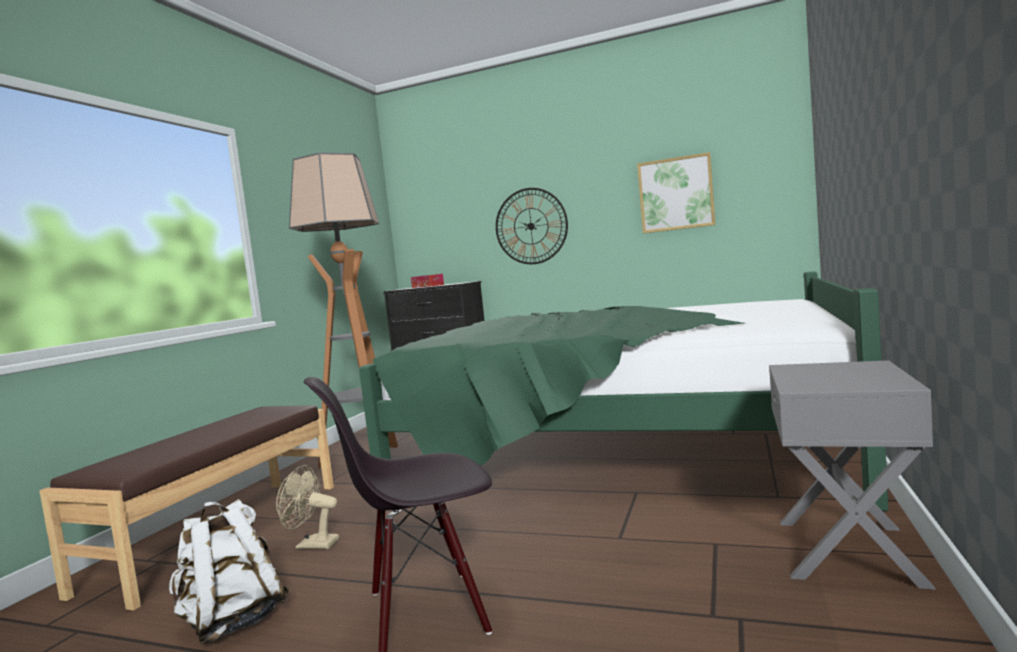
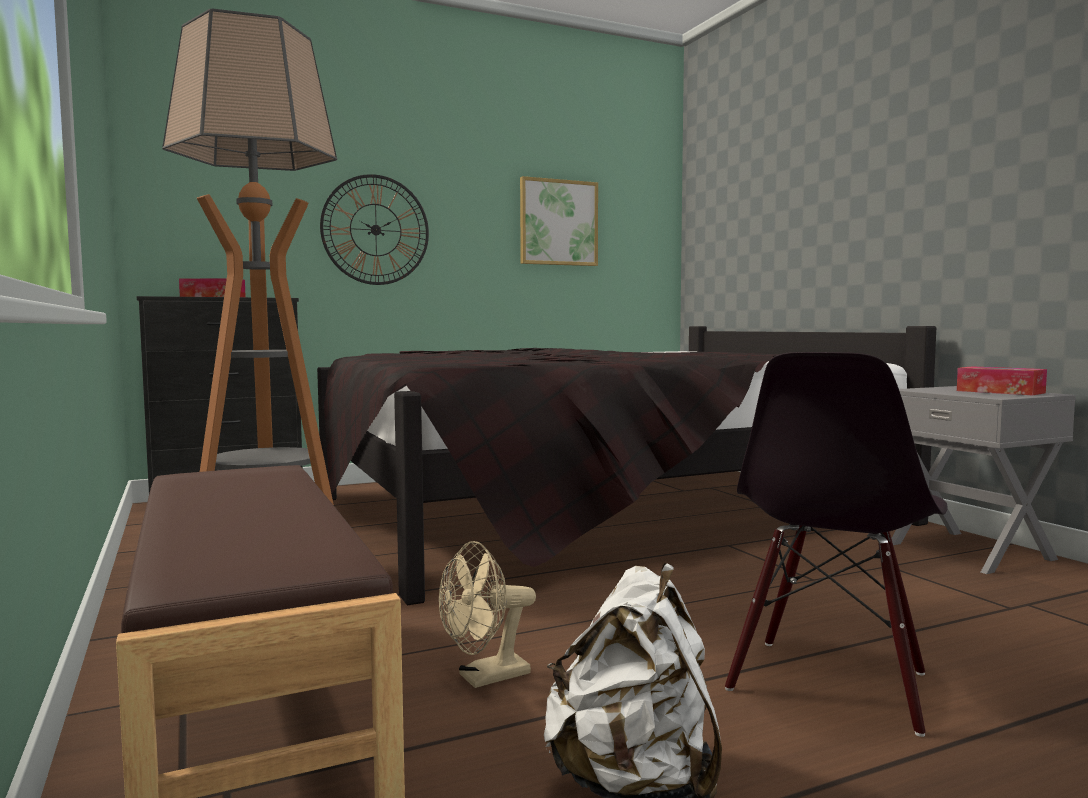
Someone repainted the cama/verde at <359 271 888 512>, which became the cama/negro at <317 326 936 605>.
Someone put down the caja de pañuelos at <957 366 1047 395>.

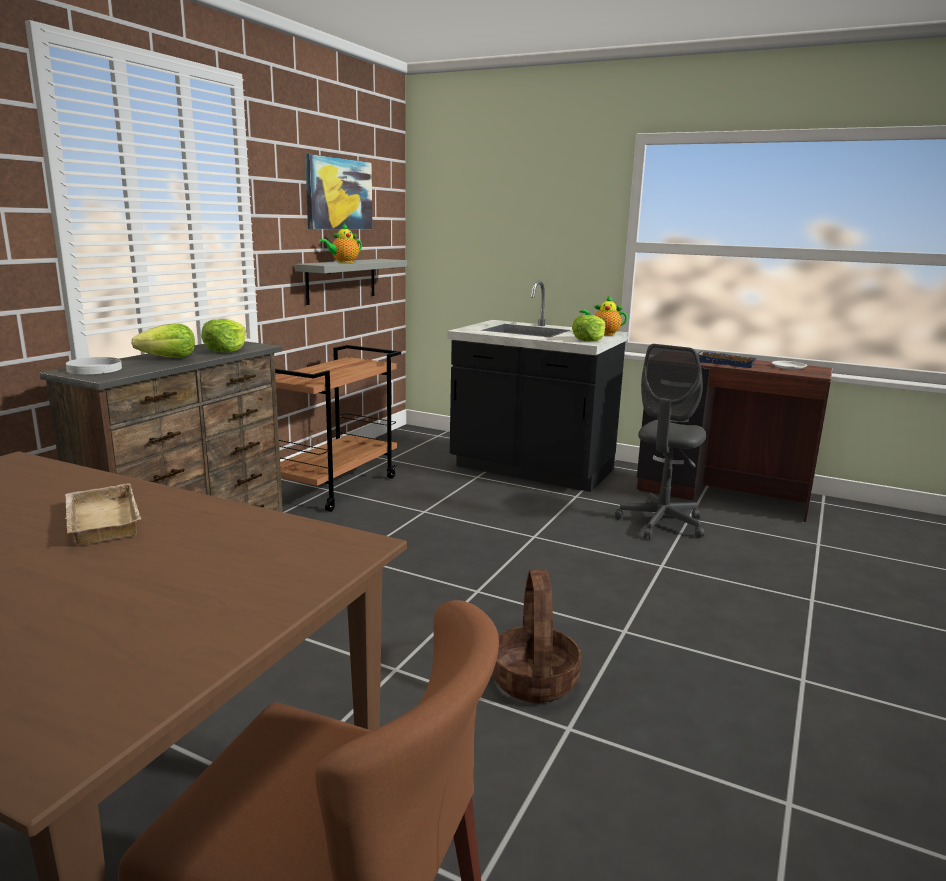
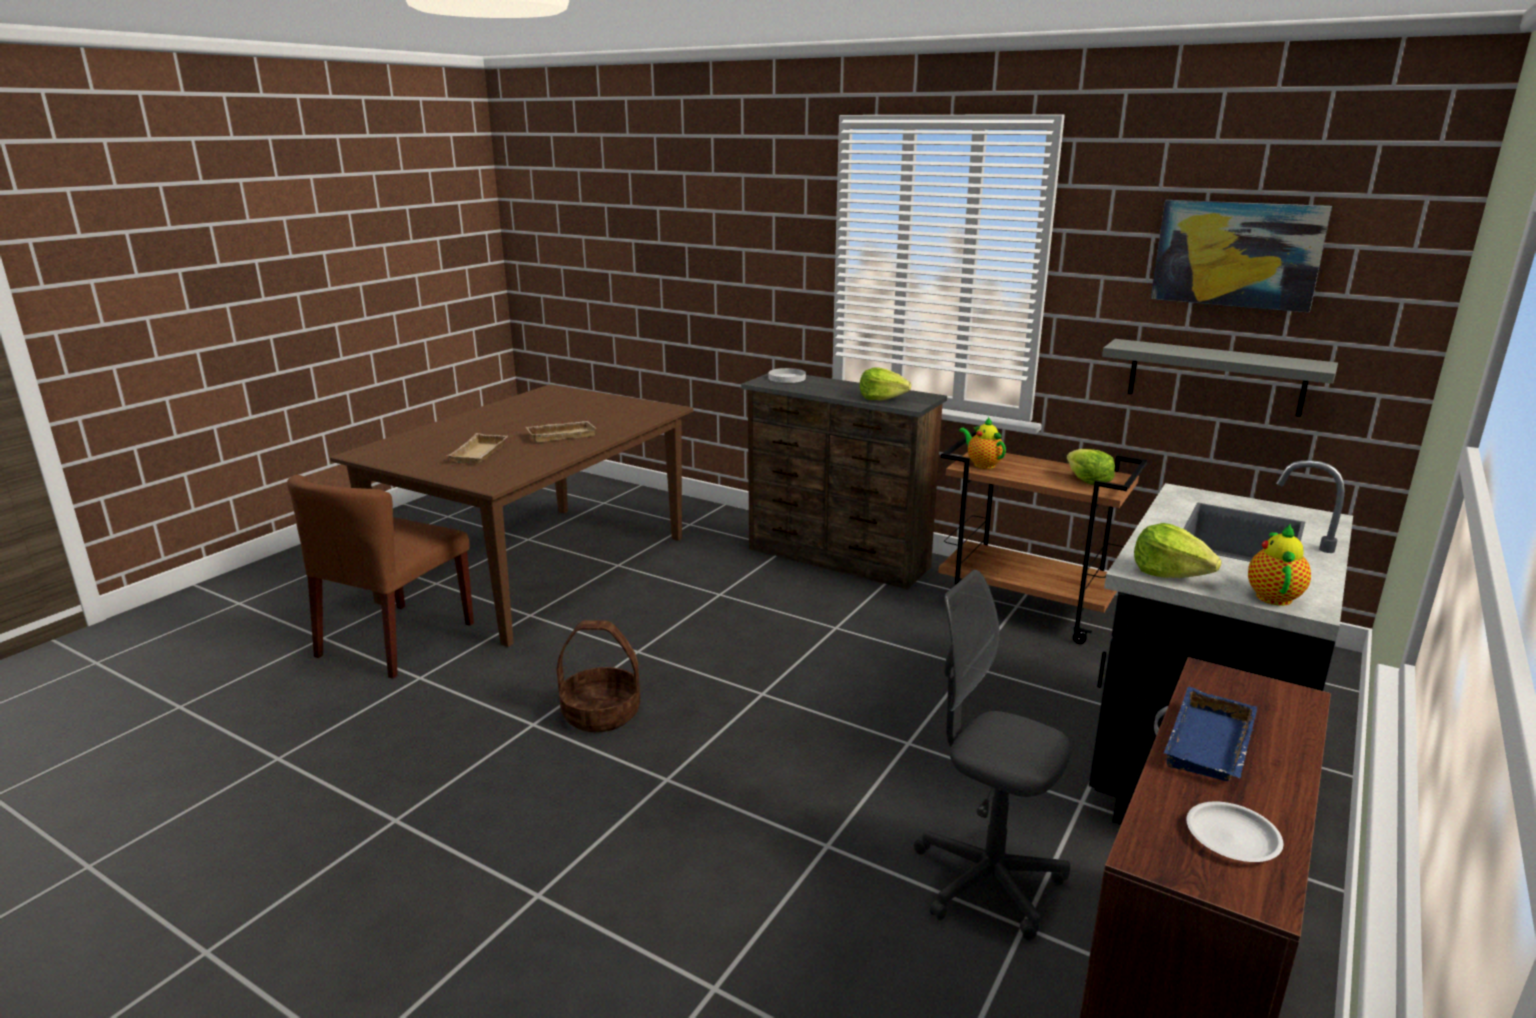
Someone carried the tetera from <319 223 362 263> to <959 417 1006 469>.
Someone carried the lechuga from <131 324 195 358> to <1067 449 1115 485>.
Someone put down the bandeja/beis at <446 433 508 464>.

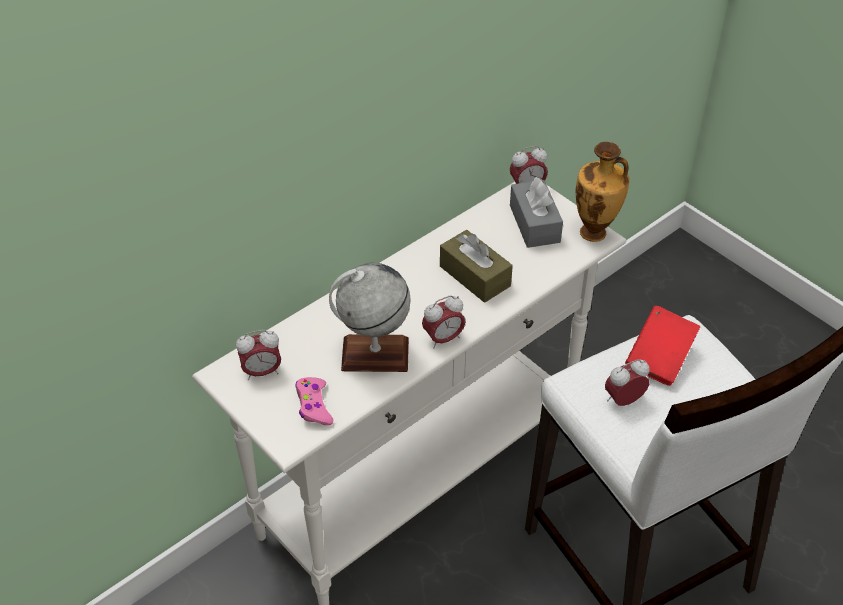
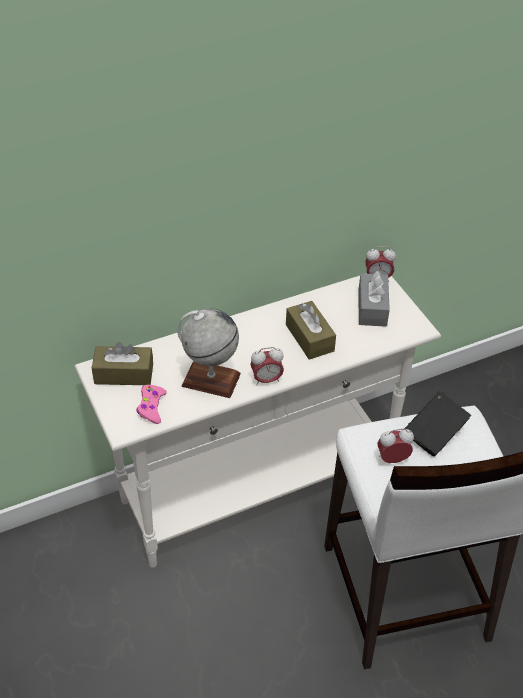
Someone took away the florero at <576 142 629 242>.
Someone repainted the libro/rojo at <625 306 700 386>, which became the libro/negro at <404 391 471 457>.
Someone swapped the despertador at <236 330 281 380> for the caja de pañuelos/marrón at <92 342 153 385>.

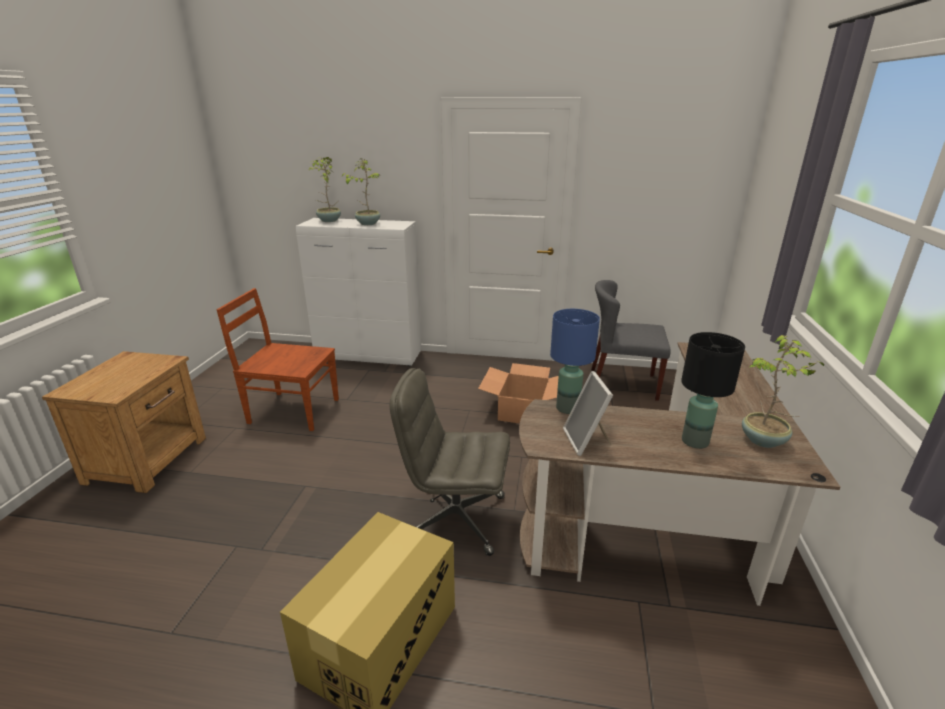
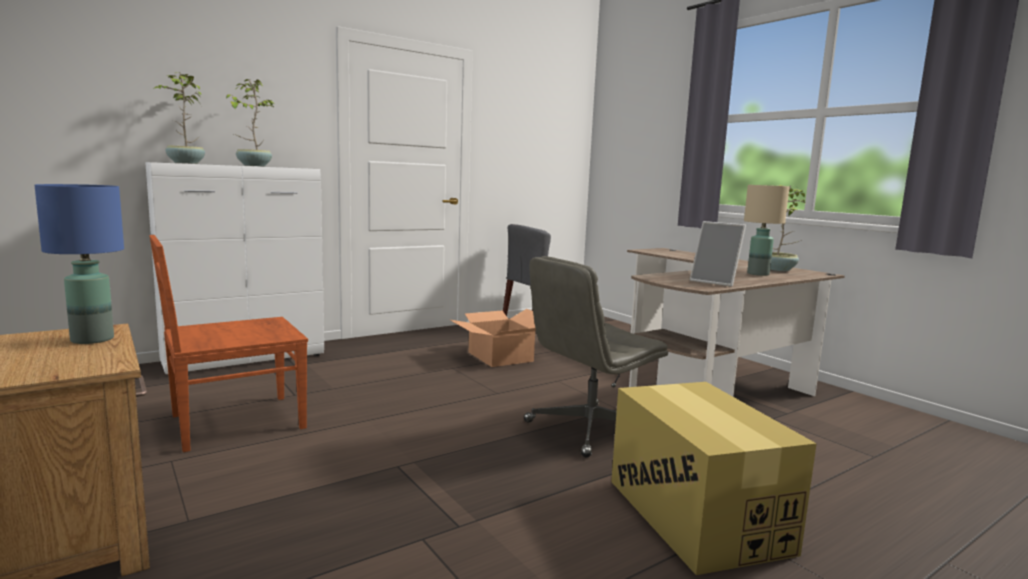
Someone carried the lámpara de mesa/azul from <550 309 600 414> to <35 184 124 344>.
Someone repainted the lámpara de mesa/negro at <681 332 745 449>, which became the lámpara de mesa/beis at <744 185 790 276>.

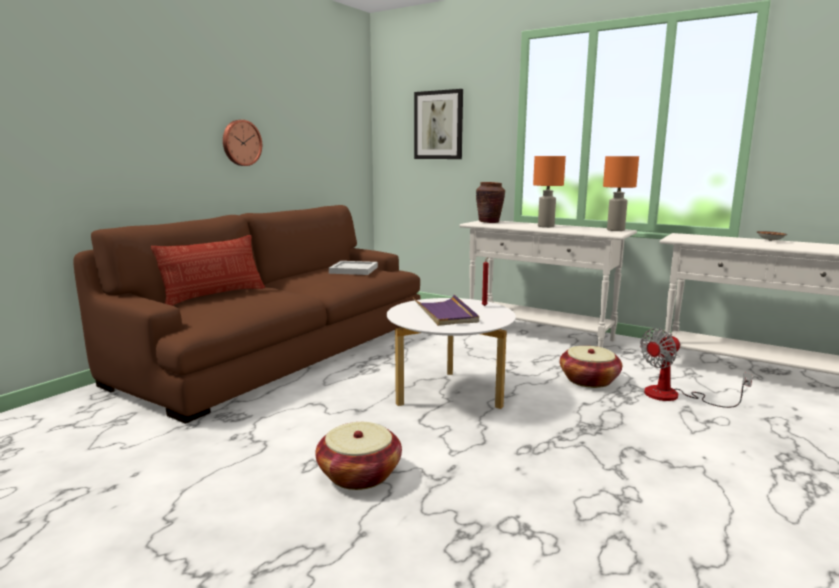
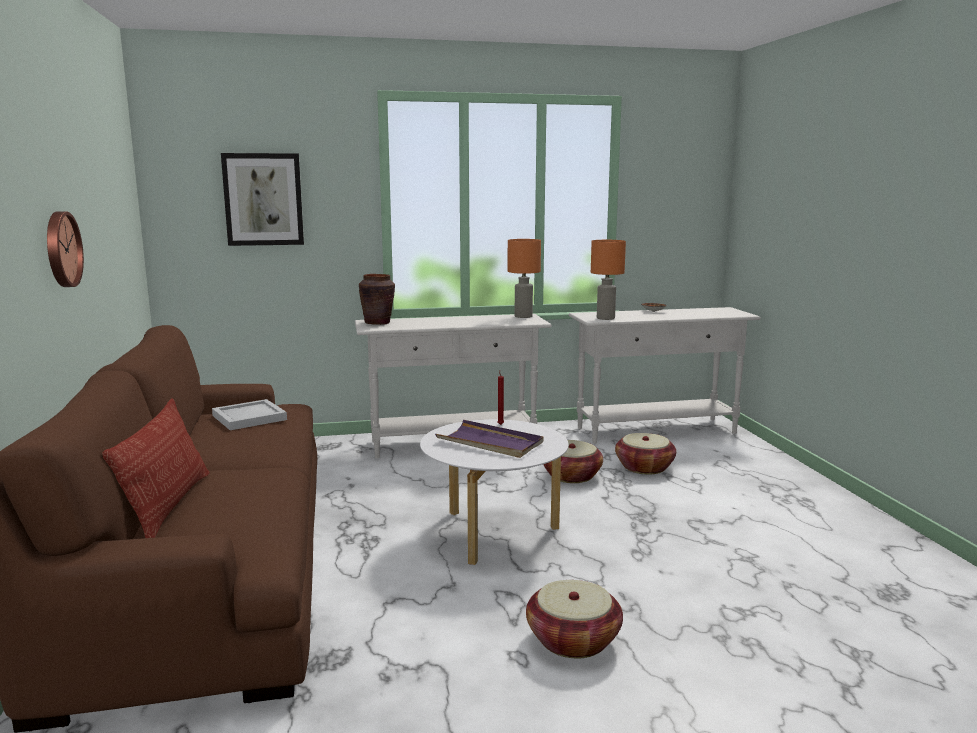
Someone carried the lámpara de mesa/naranja from <533 156 566 228> to <591 240 626 320>.
Someone swapped the ventilador at <640 328 753 408> for the cesta at <615 433 676 475>.

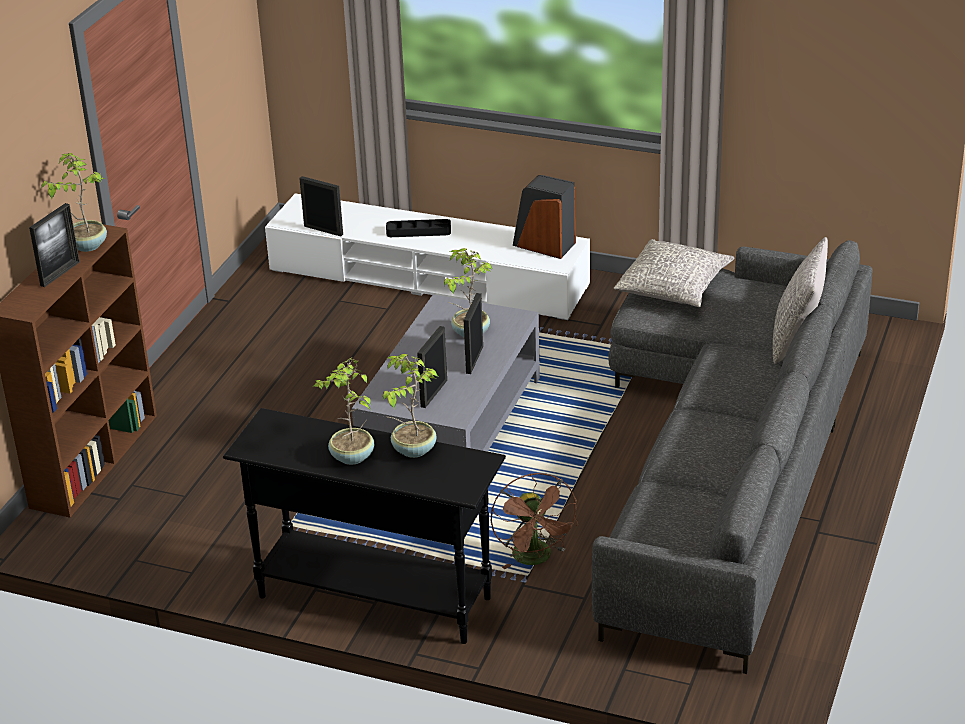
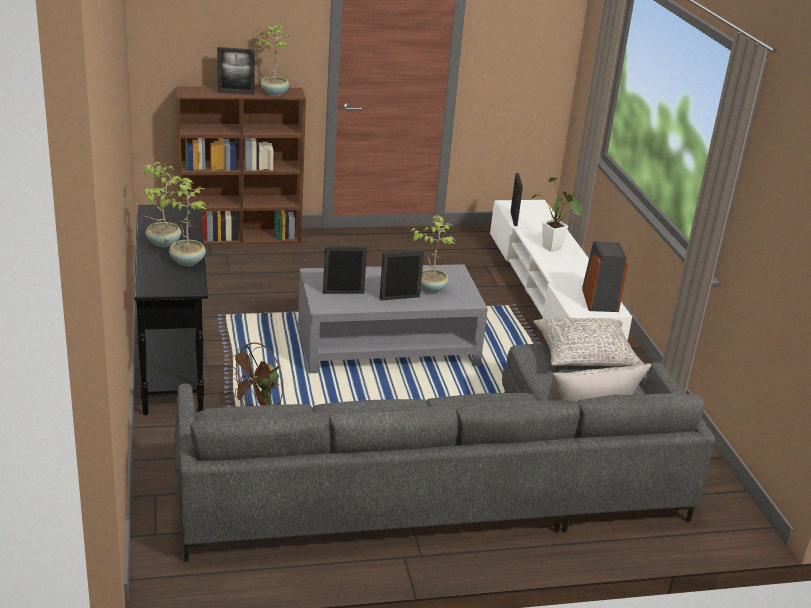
Someone swapped the bandeja/negro at <386 219 451 237> for the planta en maceta at <532 177 584 252>.

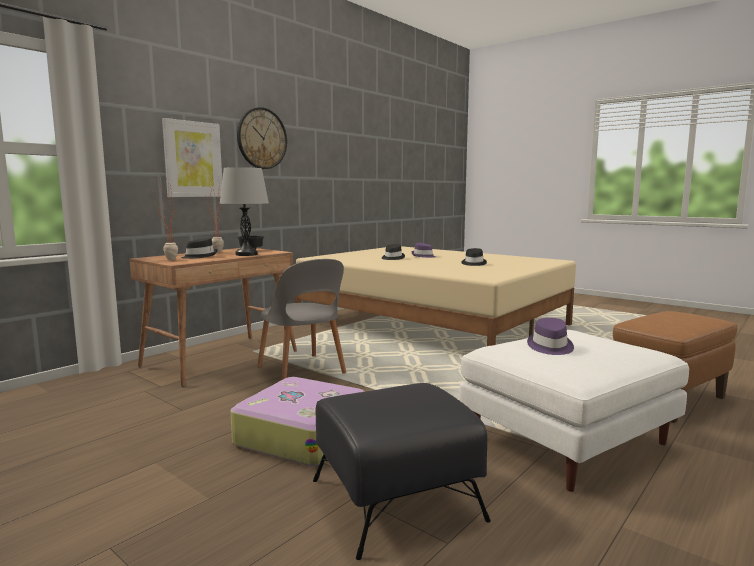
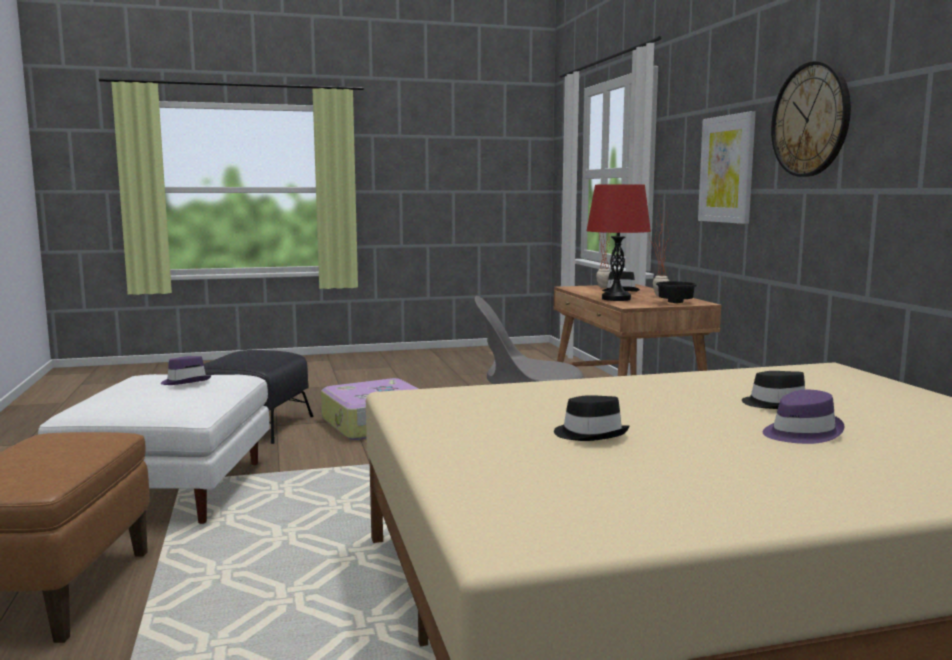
Someone repainted the lámpara de mesa/gris at <220 167 269 256>, which became the lámpara de mesa/rojo at <586 184 651 301>.

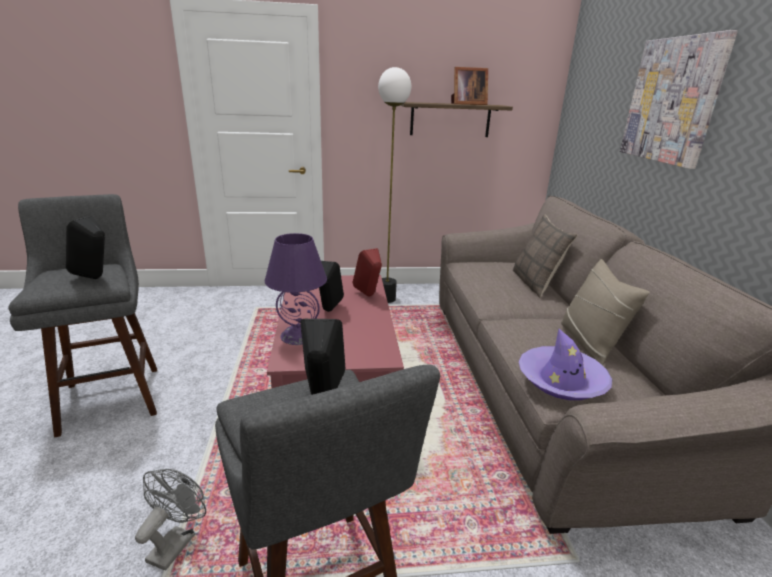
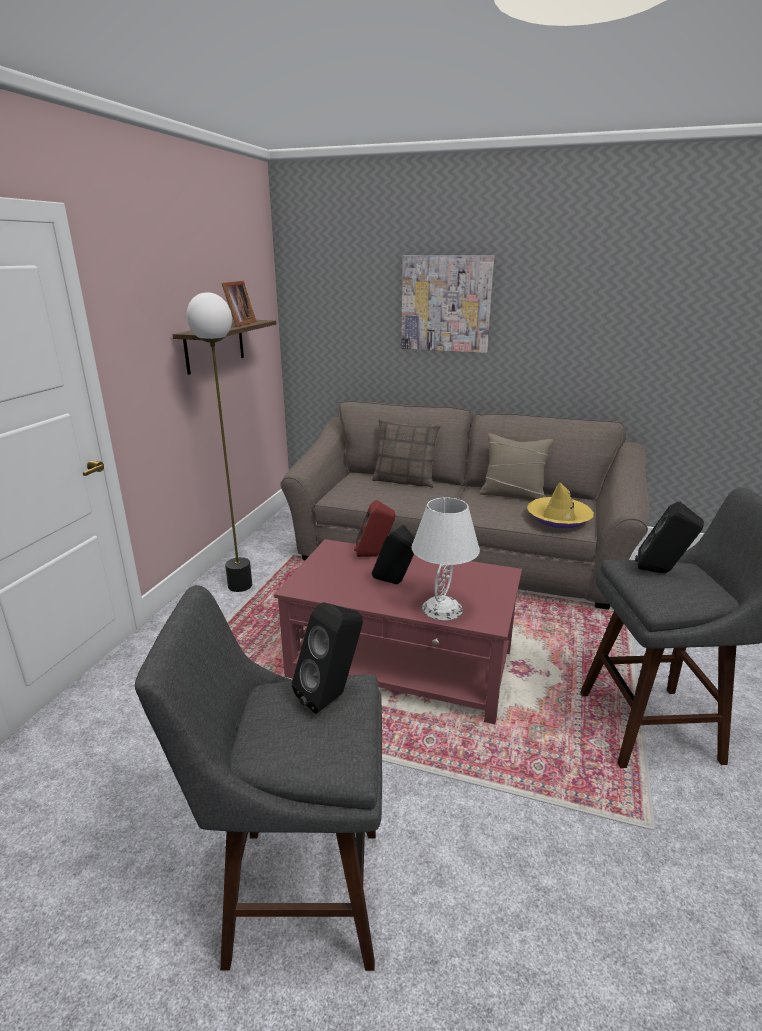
Someone repainted the lámpara de mesa/morado at <265 233 327 345>, which became the lámpara de mesa/blanco at <411 498 480 621>.
Someone repainted the sombrero/morado at <519 329 612 400>, which became the sombrero/amarillo at <527 482 594 528>.
Someone took away the ventilador/gris at <135 469 206 570>.

